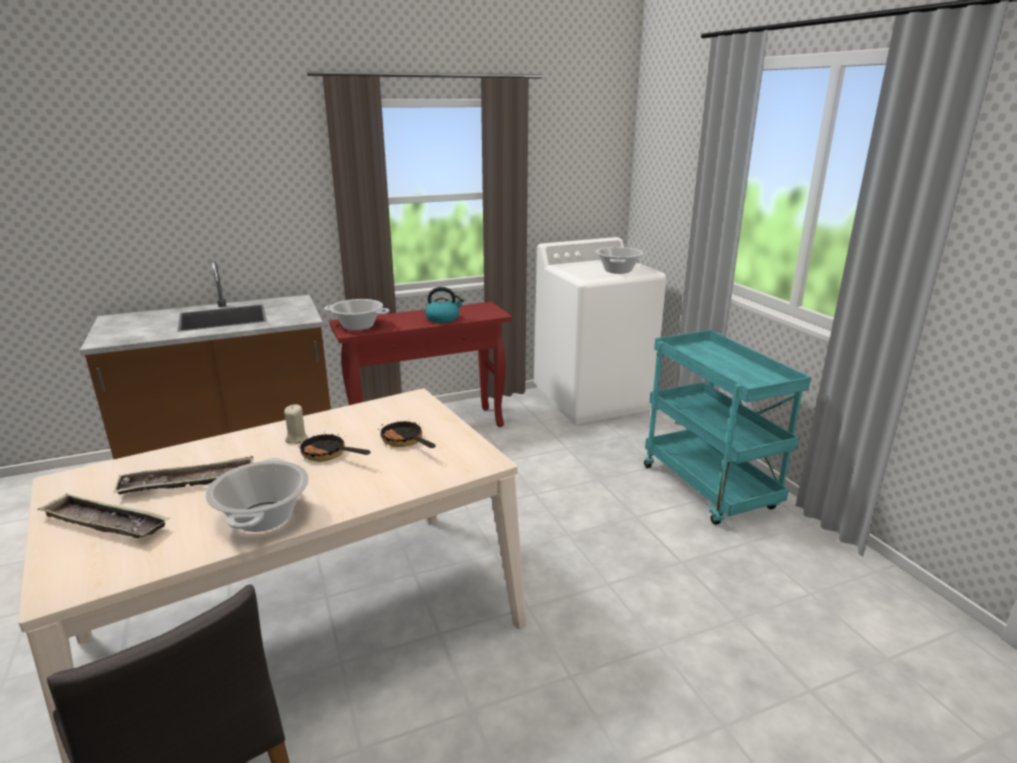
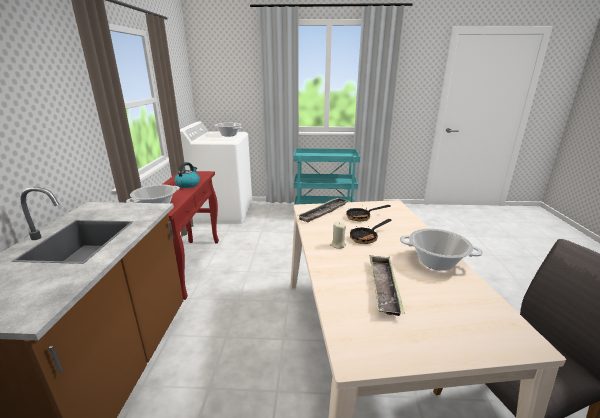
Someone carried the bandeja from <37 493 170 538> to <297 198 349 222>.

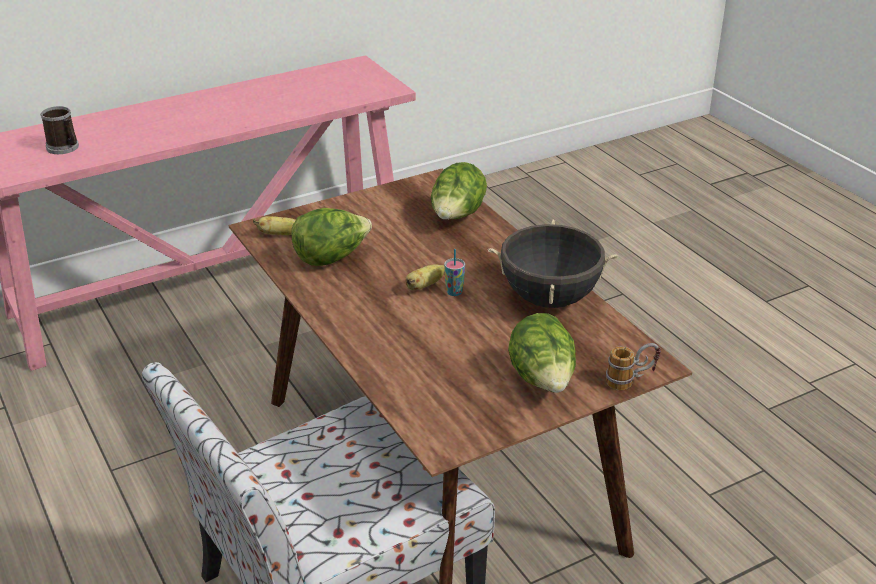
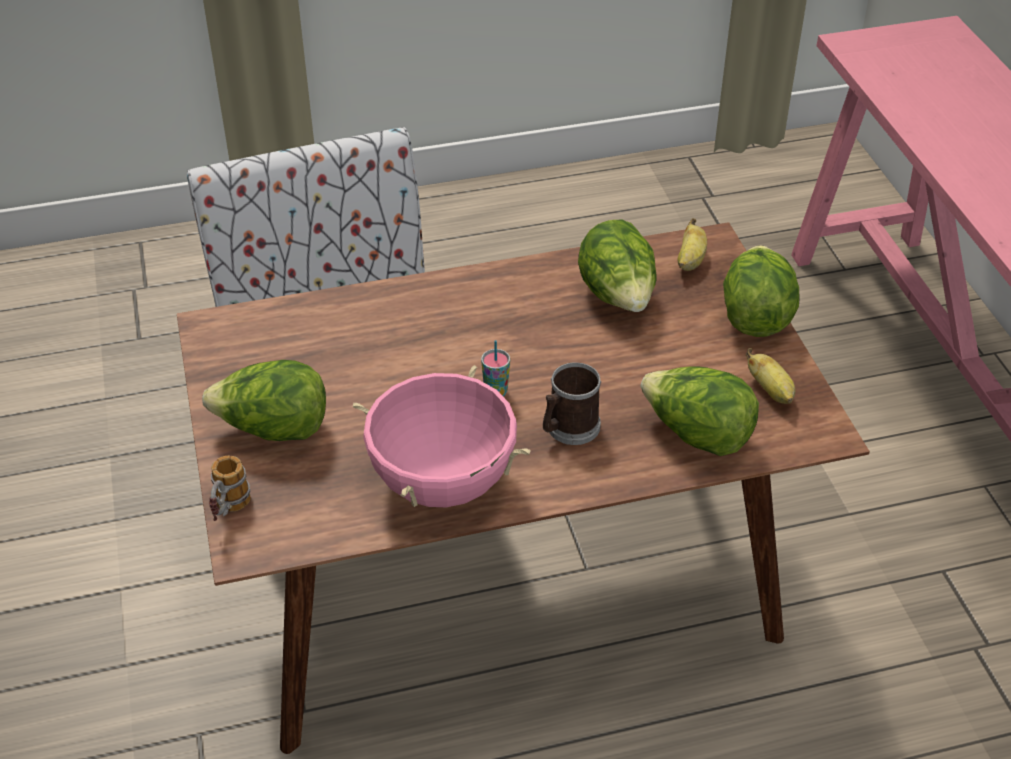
Someone carried the taza grande from <40 106 79 154> to <543 362 601 445>.
Someone repainted the olla/negro at <488 220 619 308>, which became the olla/rosa at <353 365 531 507>.
Someone carried the plátano from <405 264 445 290> to <746 348 795 404>.
Someone put down the lechuga at <723 245 799 337>.

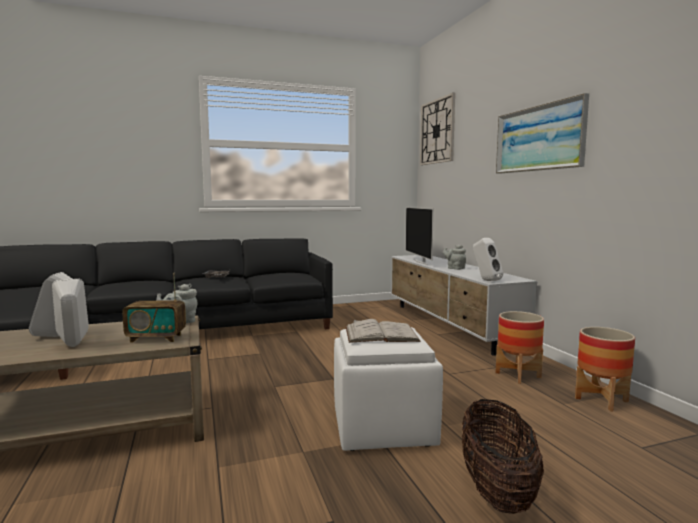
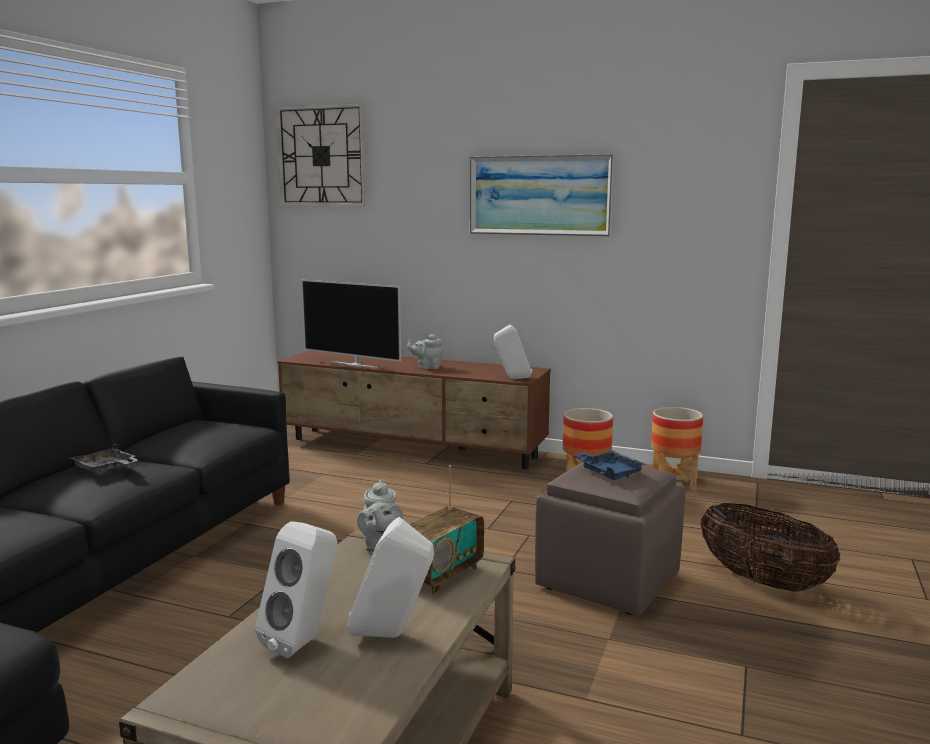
Someone repainted the mueble de televisión/blanco at <391 255 538 356>, which became the mueble de televisión/marrón at <277 350 551 469>.
Someone swapped the libro/blanco at <346 319 421 343> for the bandeja/azul at <574 450 647 480>.
Someone repainted the puf/blanco at <334 327 443 451>, which became the puf/marrón at <535 462 685 616>.

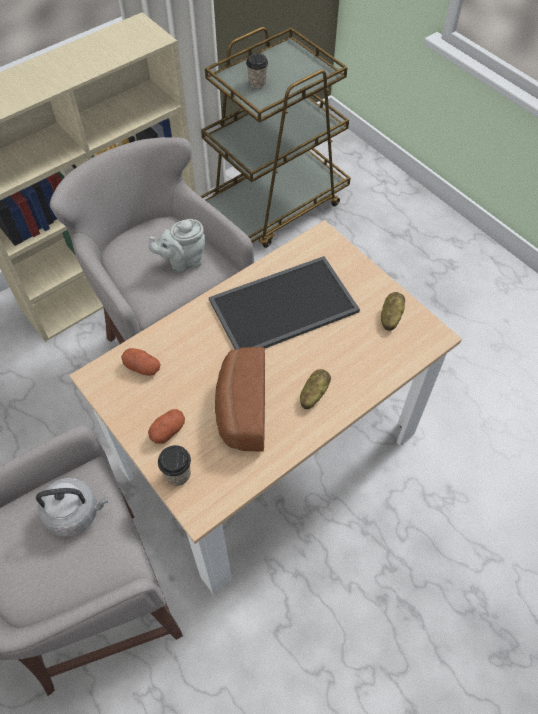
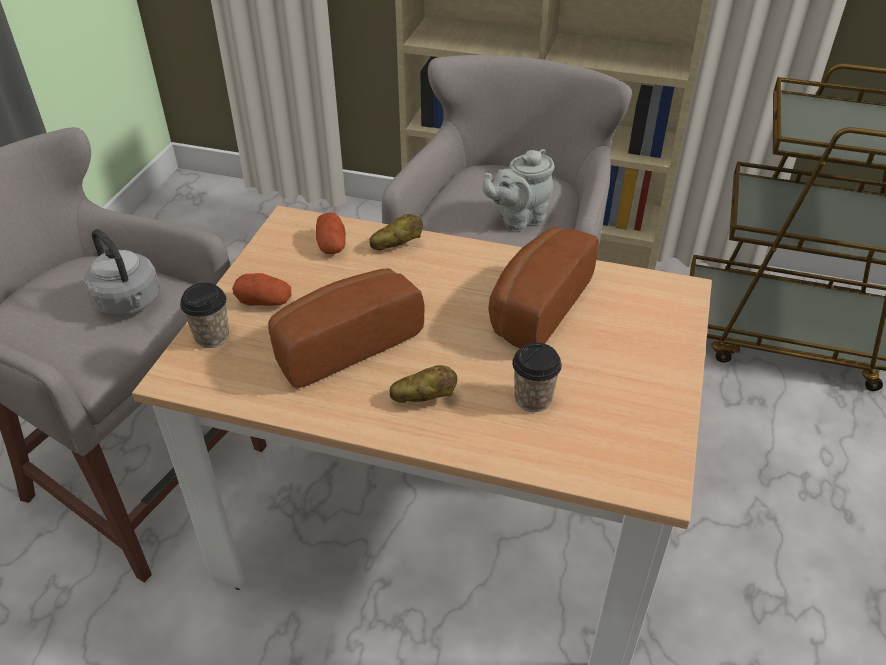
Someone carried the taza from <246 53 268 89> to <512 342 562 412>.
Someone rotated the tetera/gris at <149 219 205 272> by 60 degrees counterclockwise.
Someone swapped the bandeja at <209 256 360 350> for the pan at <488 227 599 348>.
Someone carried the patata from <381 292 405 331> to <369 214 423 250>.

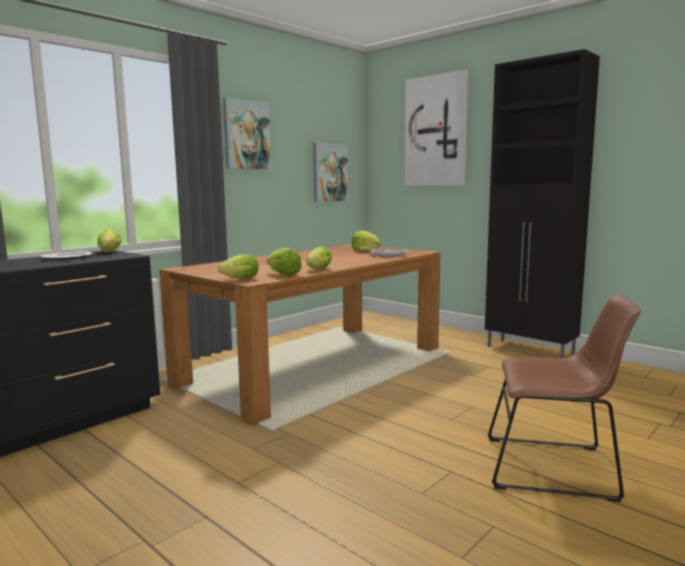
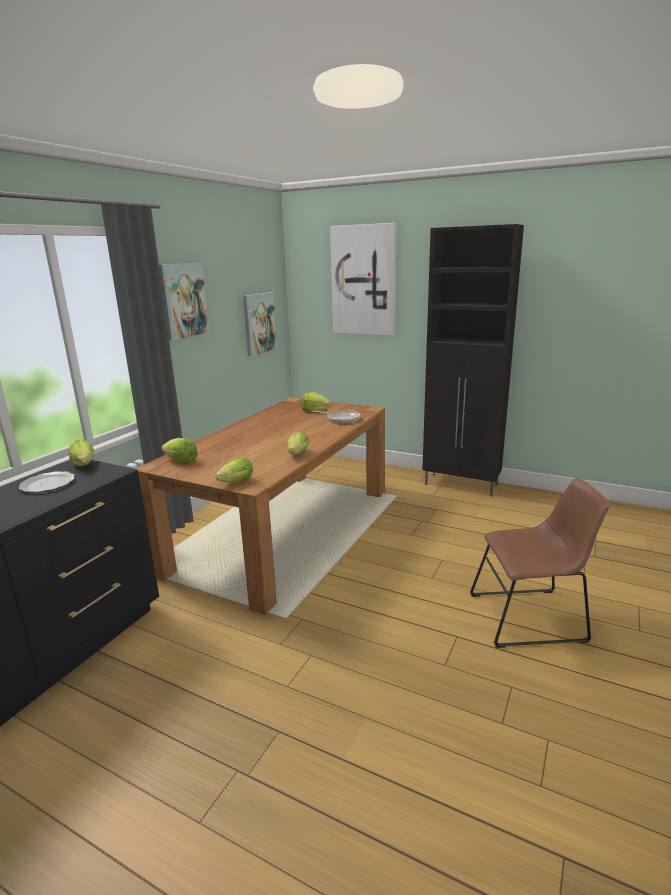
Someone carried the lechuga from <266 247 302 275> to <161 438 198 463>.

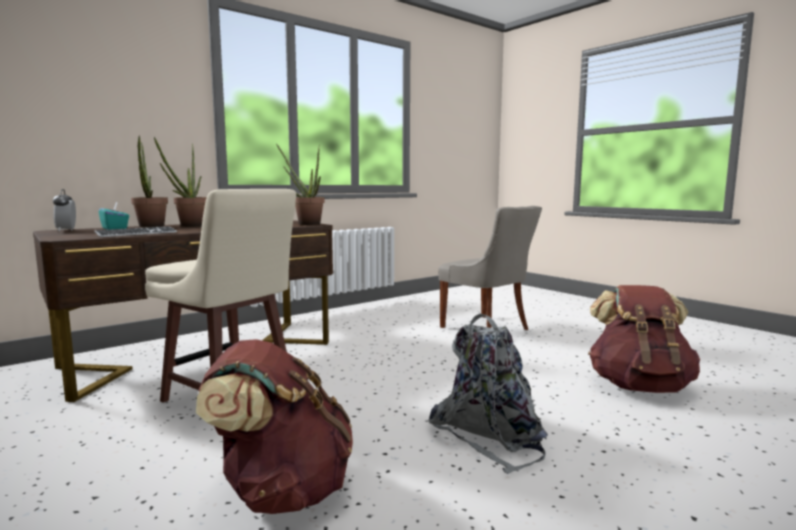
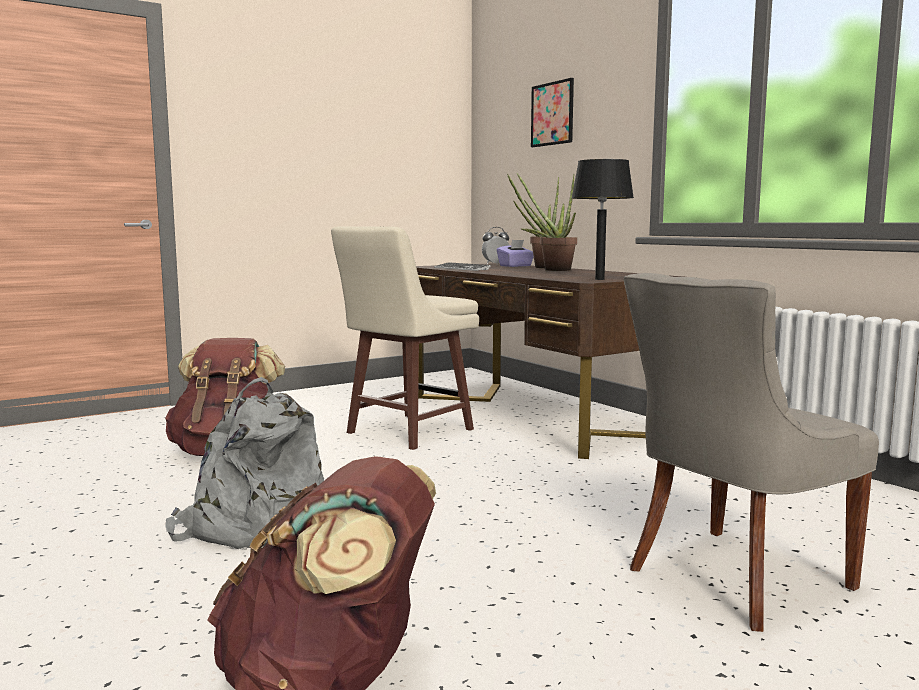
Someone swapped the planta en maceta at <276 144 324 225> for the lámpara de mesa/negro at <571 159 634 280>.
Someone repainted the caja de pañuelos/turquesa at <99 202 129 230>, which became the caja de pañuelos/morado at <497 240 534 267>.
Someone put up the cuadro at <531 78 574 147>.

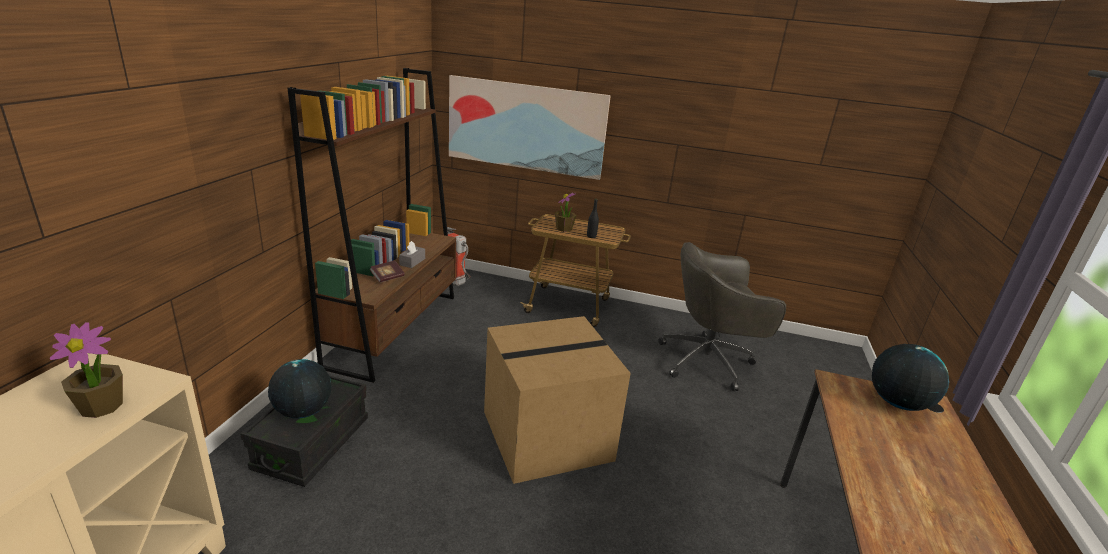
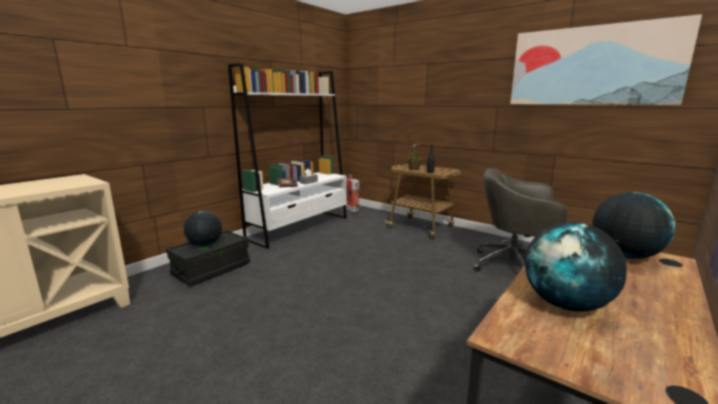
Someone repainted the estantería/marrón at <288 68 456 383>, which became the estantería/blanco at <228 63 347 249>.
Someone carried the cuadro from <449 75 611 180> to <510 14 702 105>.
Someone took away the caja de cartón at <484 316 631 484>.
Someone took away the planta en maceta at <50 322 123 418>.
Someone put down the globo terráqueo at <525 222 627 312>.

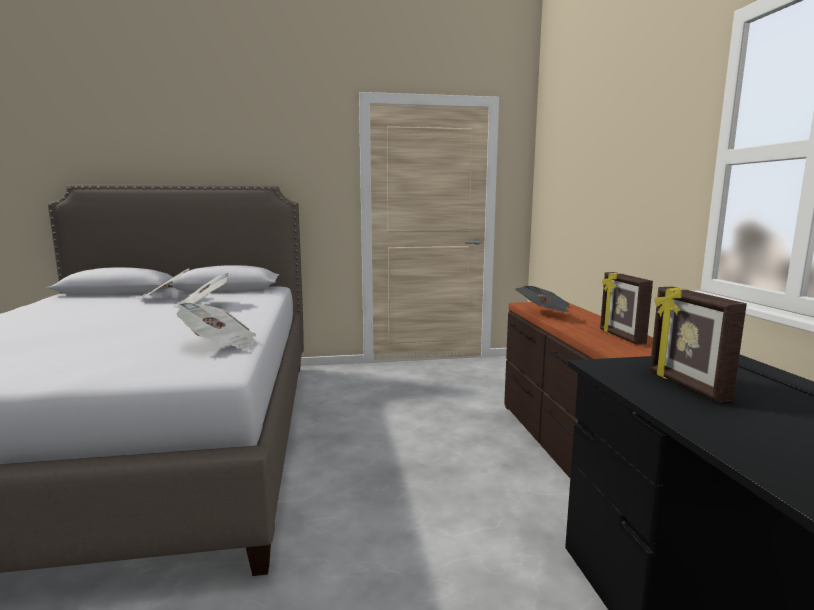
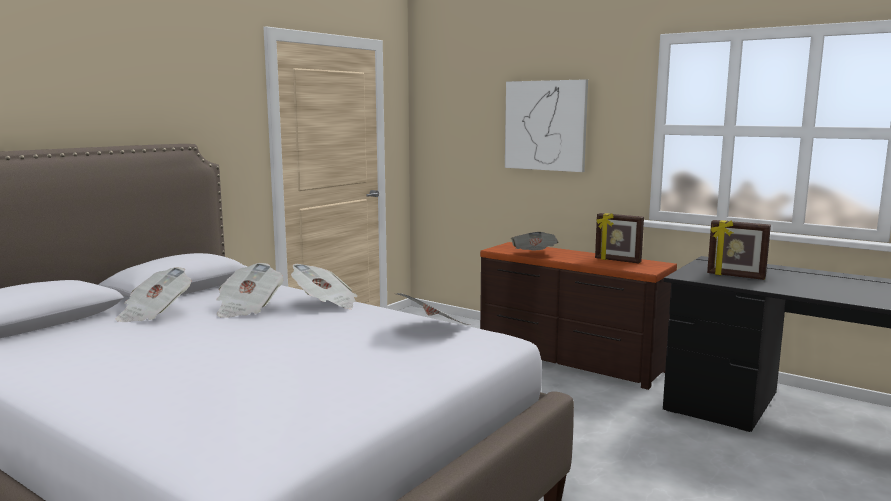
Someone put up the cuadro at <505 79 588 172>.
Someone put down the periódico at <291 264 357 309>.

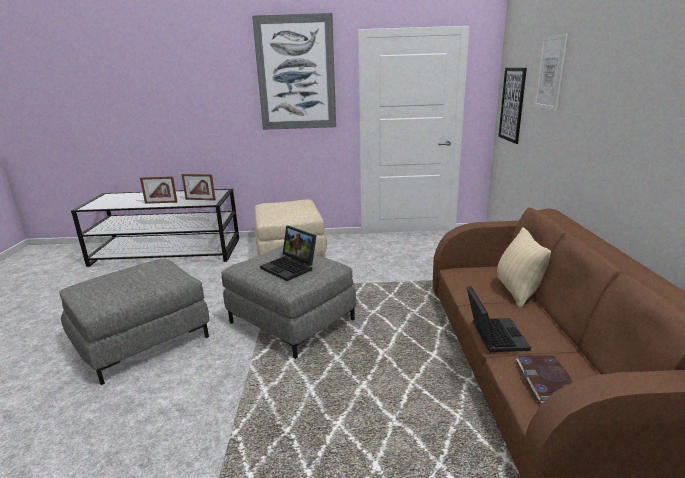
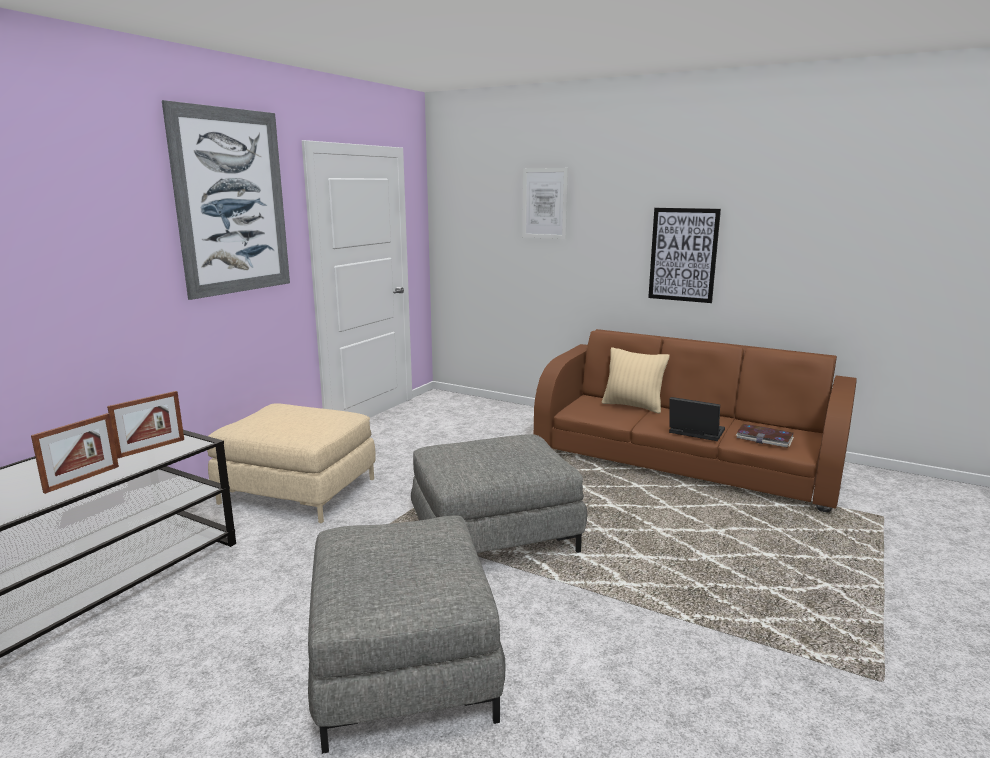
Someone carried the cuadro from <498 68 527 144> to <648 208 721 303>.
Someone took away the portátil at <260 226 317 281>.

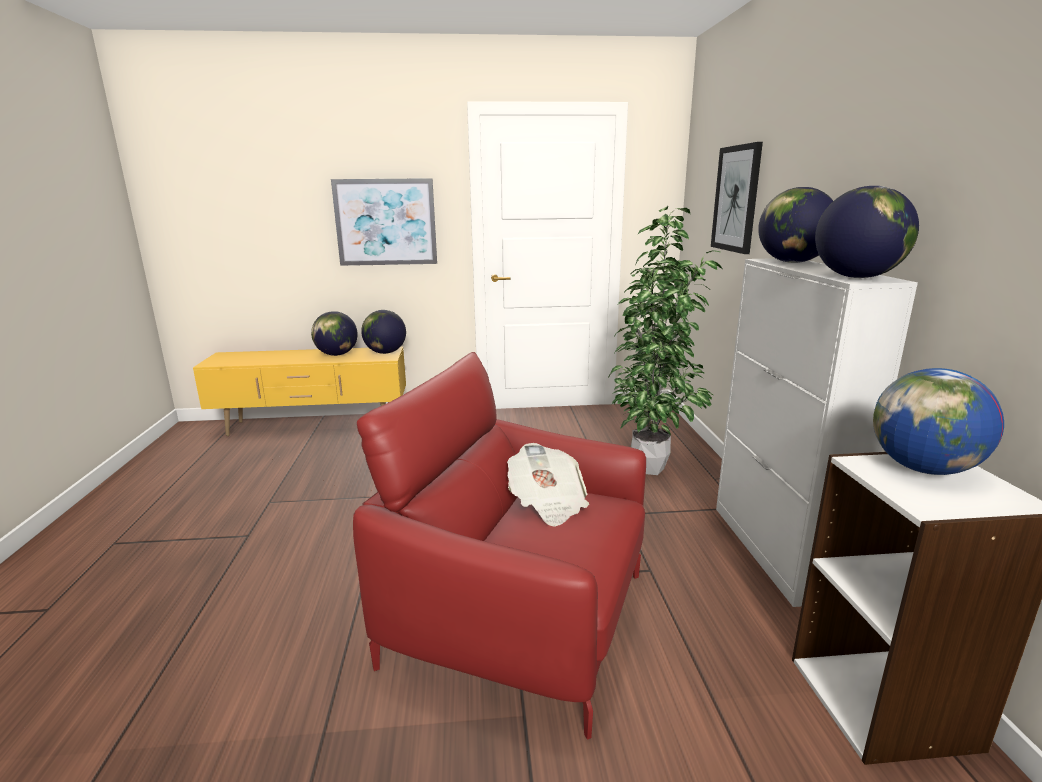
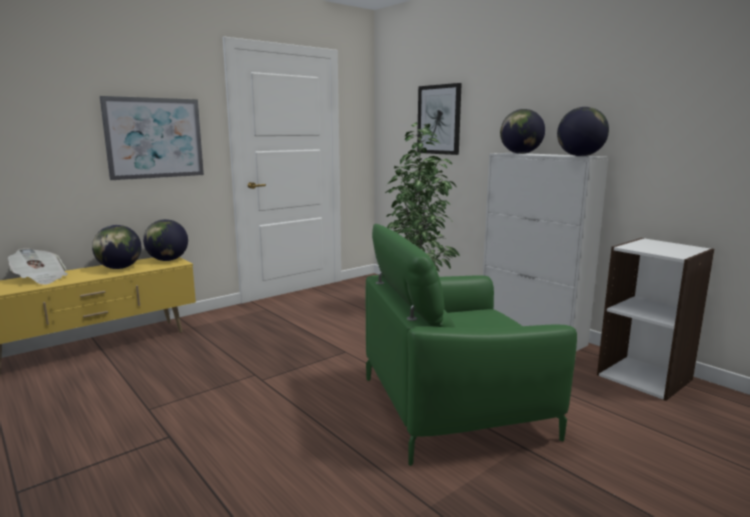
Someone repainted the sillón/rojo at <353 352 646 740>, which became the sillón/verde at <366 224 577 466>.
Someone took away the globo terráqueo at <873 368 1004 475>.
Someone carried the periódico from <507 443 589 527> to <8 248 68 285>.

